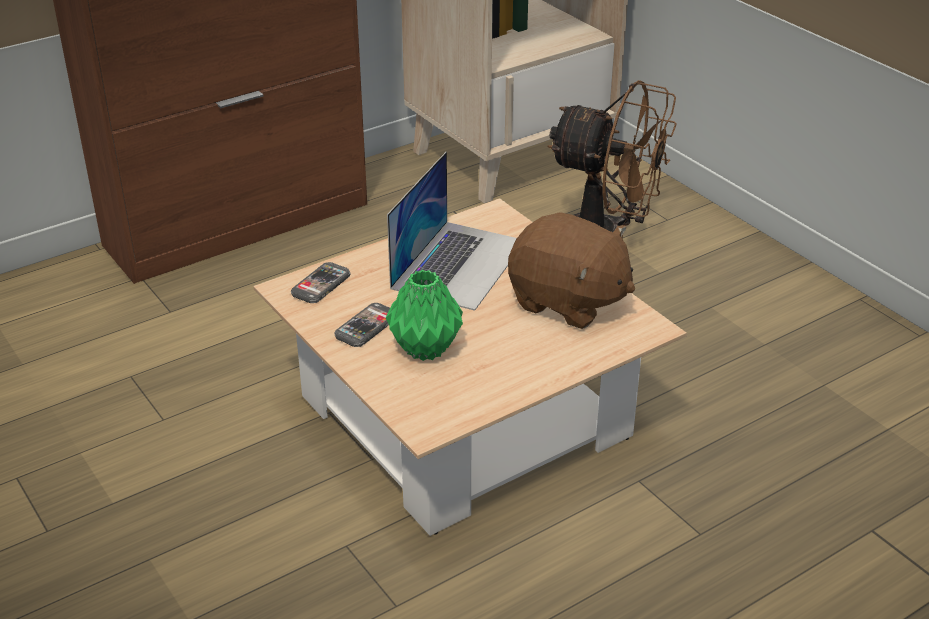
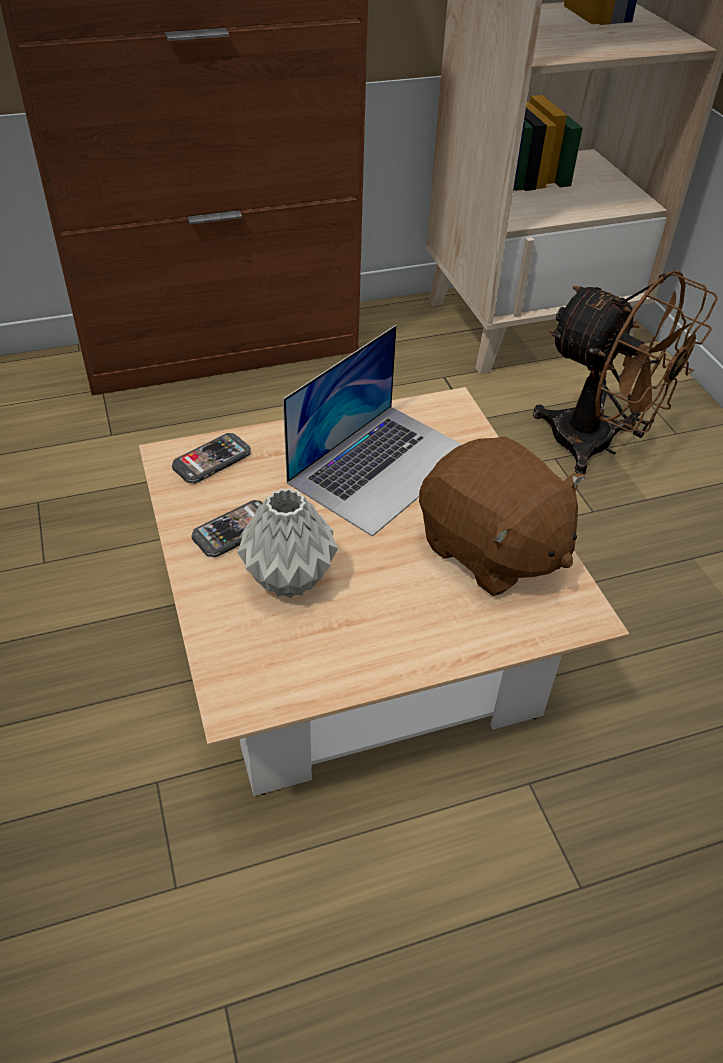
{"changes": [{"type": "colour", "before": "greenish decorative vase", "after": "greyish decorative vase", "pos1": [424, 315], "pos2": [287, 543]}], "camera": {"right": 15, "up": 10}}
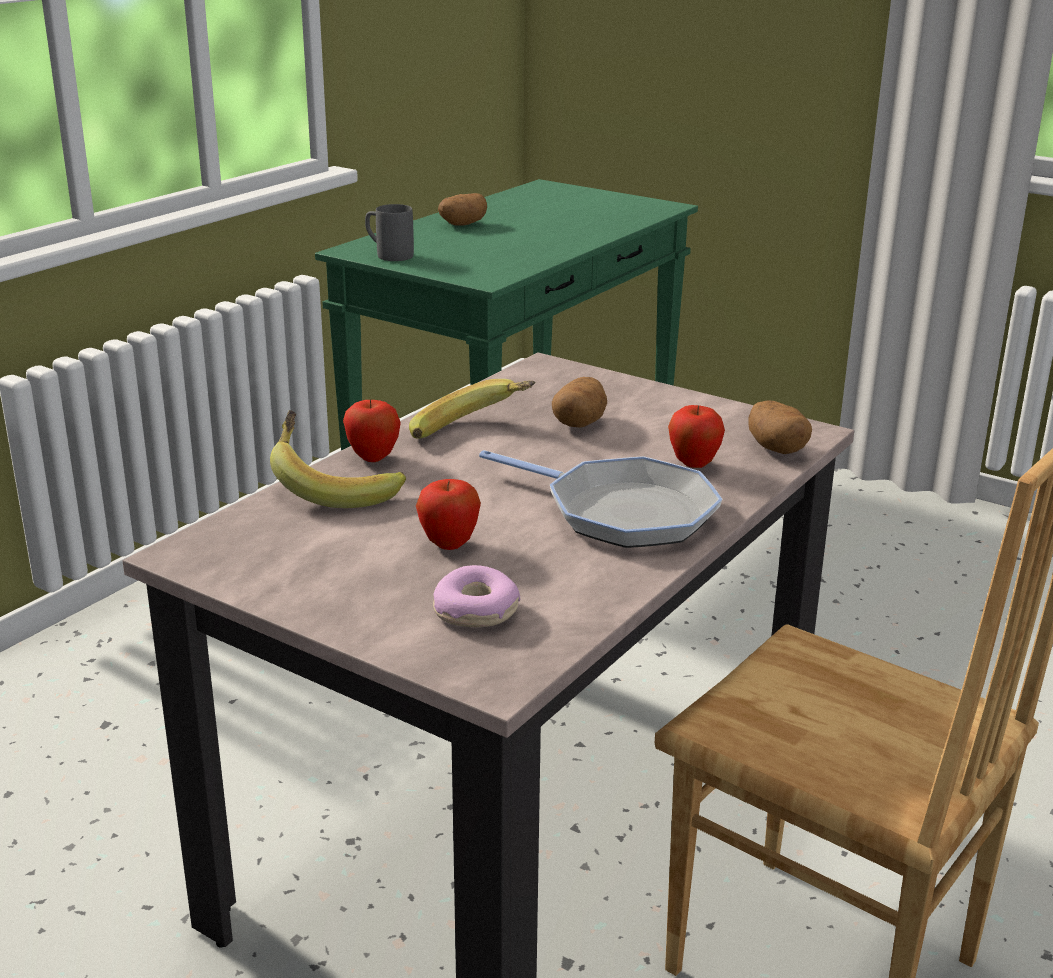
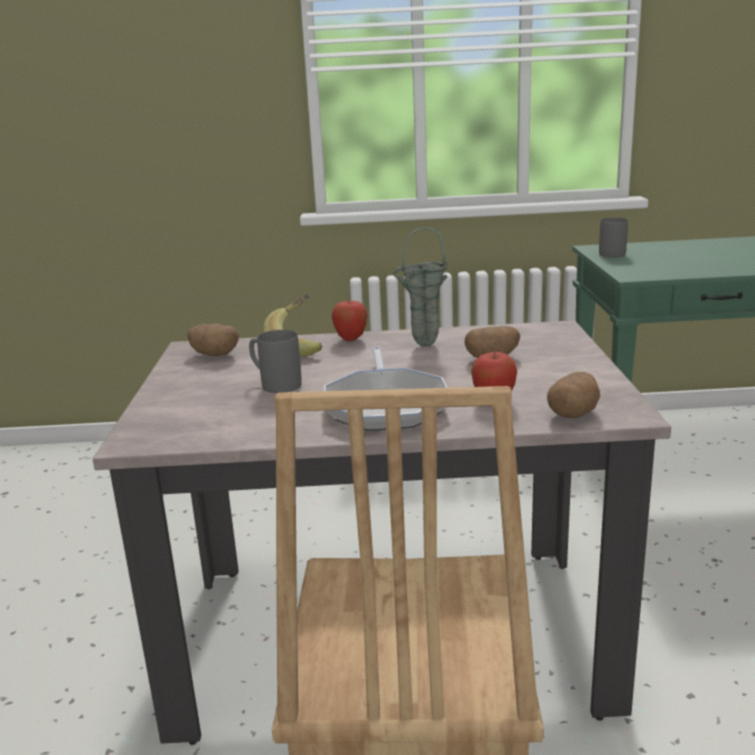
{"changes": [{"type": "relocated", "before": "potato", "pos1": [462, 209], "pos2": [213, 340]}, {"type": "exchanged", "before": "banana fruit", "after": "greenish decorative vase", "pos1": [472, 408], "pos2": [420, 286]}, {"type": "exchanged", "before": "whole apple", "after": "greyish tea mug", "pos1": [448, 514], "pos2": [275, 361]}, {"type": "missing", "before": "ring doughnut", "pos1": [476, 596]}], "camera": {"right": 55, "up": -5}}
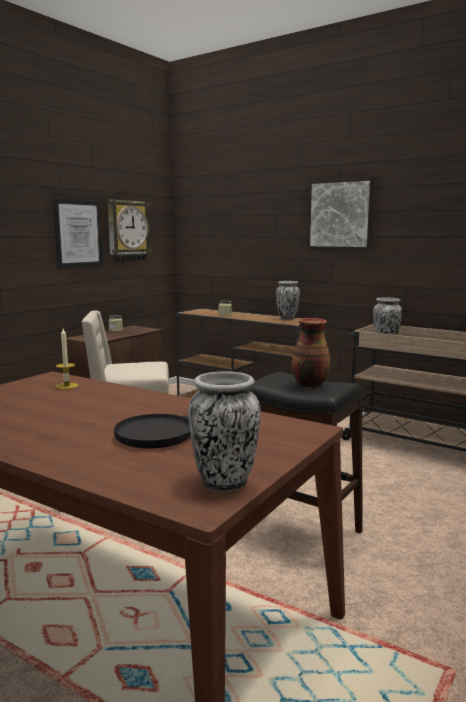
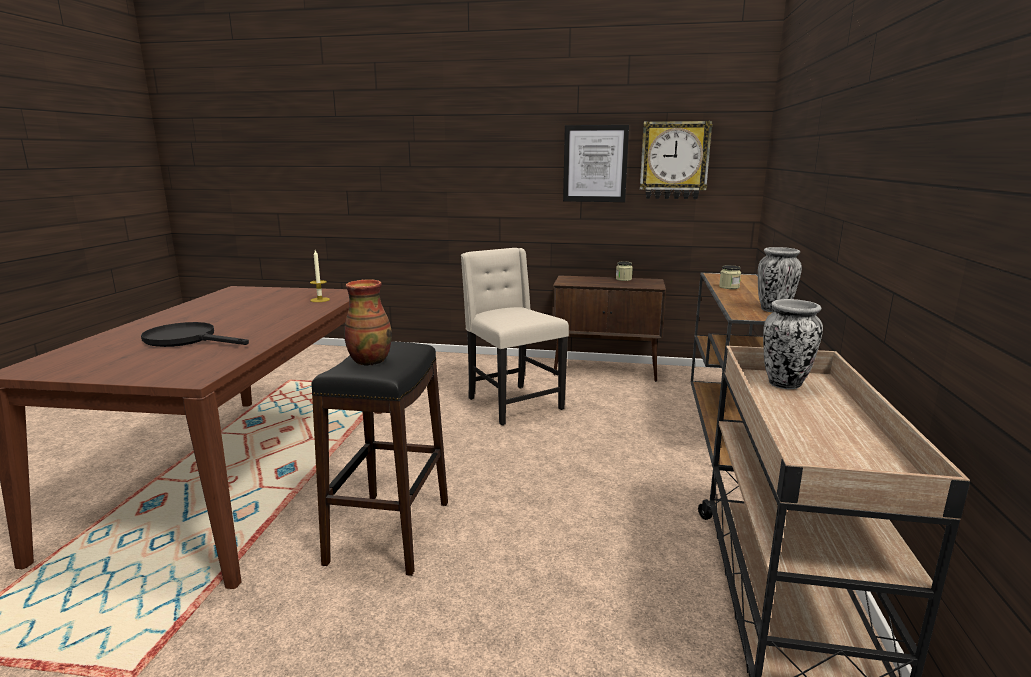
{"changes": [{"type": "missing", "before": "picture", "pos1": [341, 213]}, {"type": "missing", "before": "decorative vase", "pos1": [224, 431]}], "camera": {"right": 65, "up": 5}}
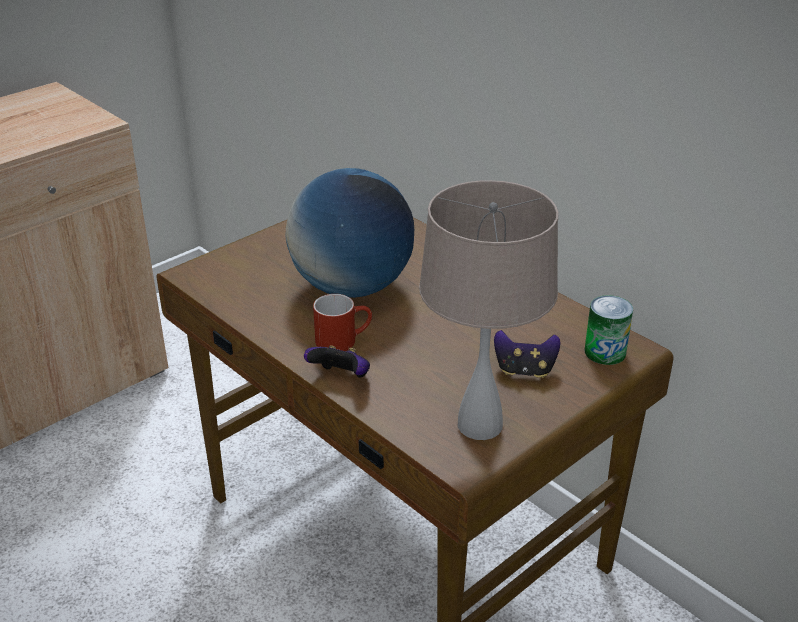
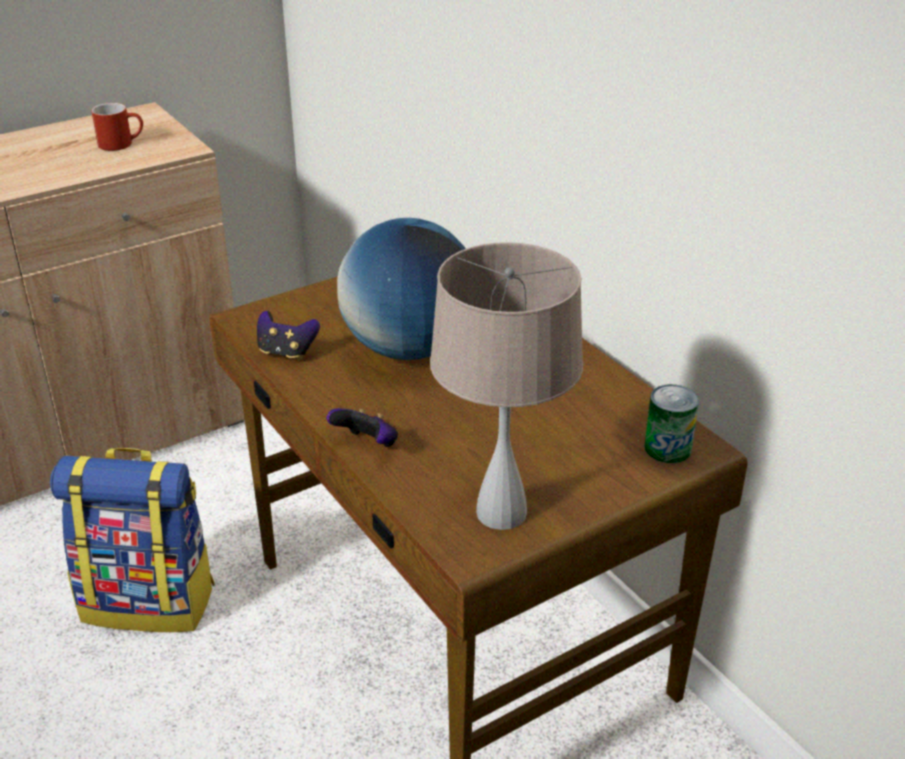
{"changes": [{"type": "relocated", "before": "reddish tea mug", "pos1": [342, 322], "pos2": [117, 127]}, {"type": "relocated", "before": "gamepad", "pos1": [527, 354], "pos2": [288, 335]}, {"type": "appeared", "after": "backpack", "pos2": [132, 540]}], "camera": {"right": 10, "up": 0}}
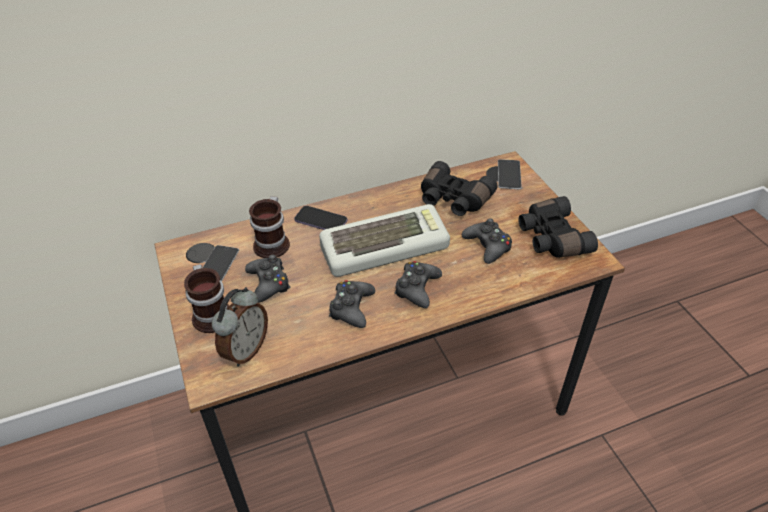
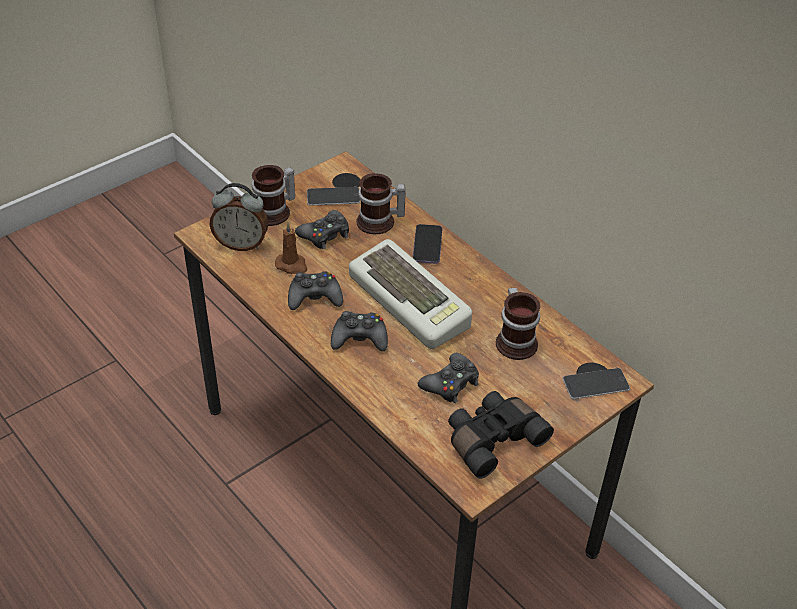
{"changes": [{"type": "exchanged", "before": "black-coloured pair of binoculars", "after": "tea mug", "pos1": [459, 188], "pos2": [518, 324]}, {"type": "appeared", "after": "brown wax candle", "pos2": [291, 248]}], "camera": {"right": 70, "up": 0}}
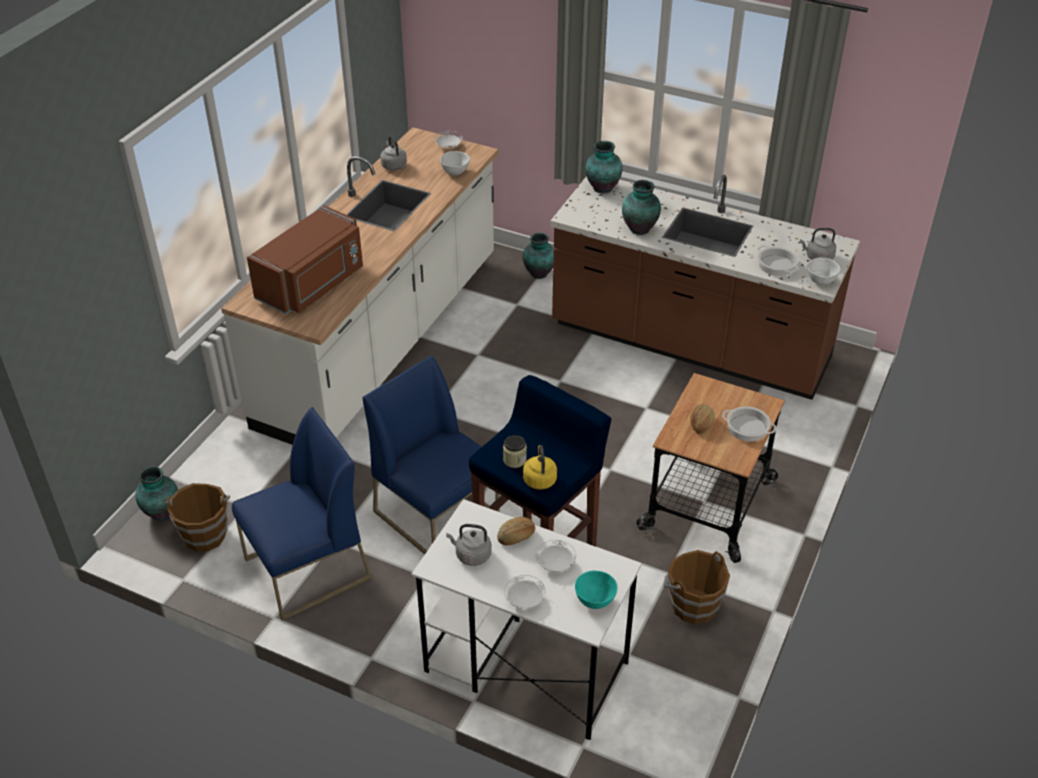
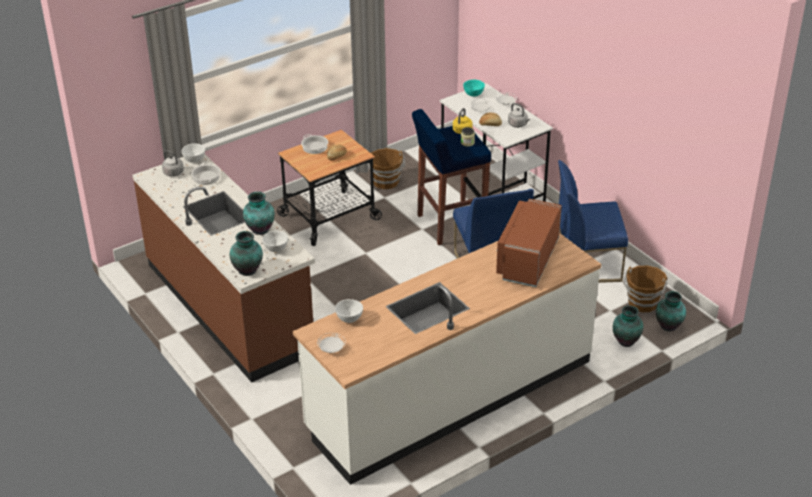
{"changes": [{"type": "missing", "before": "greyish tea kettle", "pos1": [393, 153]}, {"type": "spun", "before": "brown kitchen microwave", "pos1": [305, 259], "pos2": [529, 243], "turn": -45}, {"type": "relocated", "before": "decorative vase", "pos1": [538, 256], "pos2": [628, 326]}, {"type": "appeared", "after": "whitish bowl", "pos2": [275, 241]}], "camera": {"right": -150, "up": -5}}
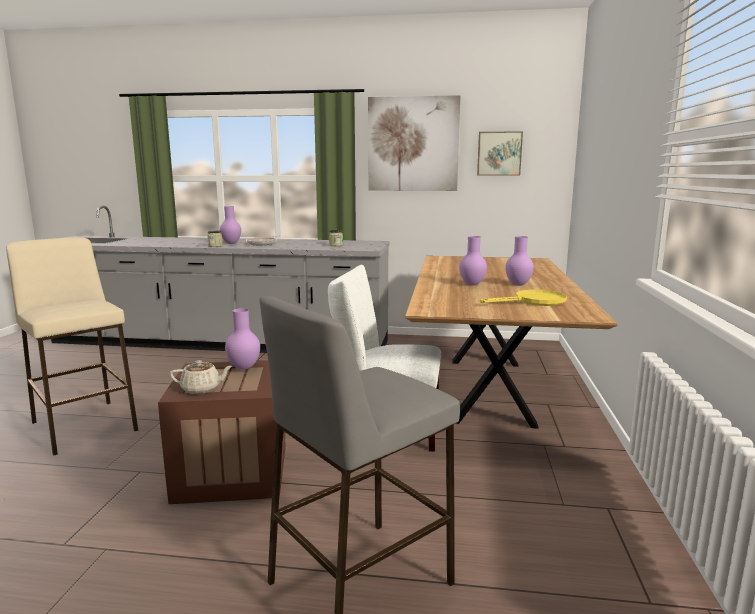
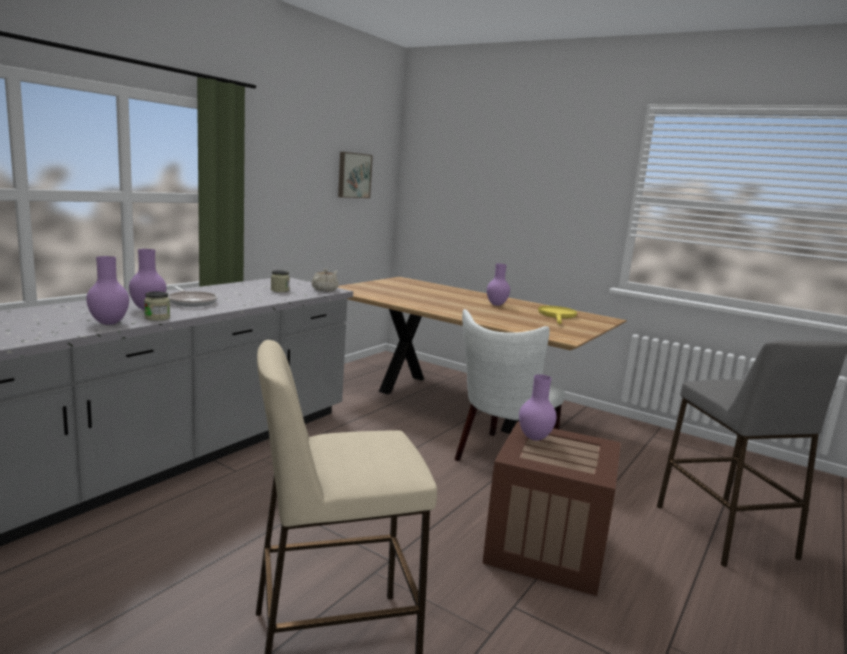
{"changes": [{"type": "missing", "before": "picture", "pos1": [414, 143]}, {"type": "relocated", "before": "purplish decorative vase", "pos1": [473, 260], "pos2": [107, 290]}, {"type": "relocated", "before": "beige-coloured teapot", "pos1": [201, 377], "pos2": [325, 280]}], "camera": {"right": -65, "up": 0}}
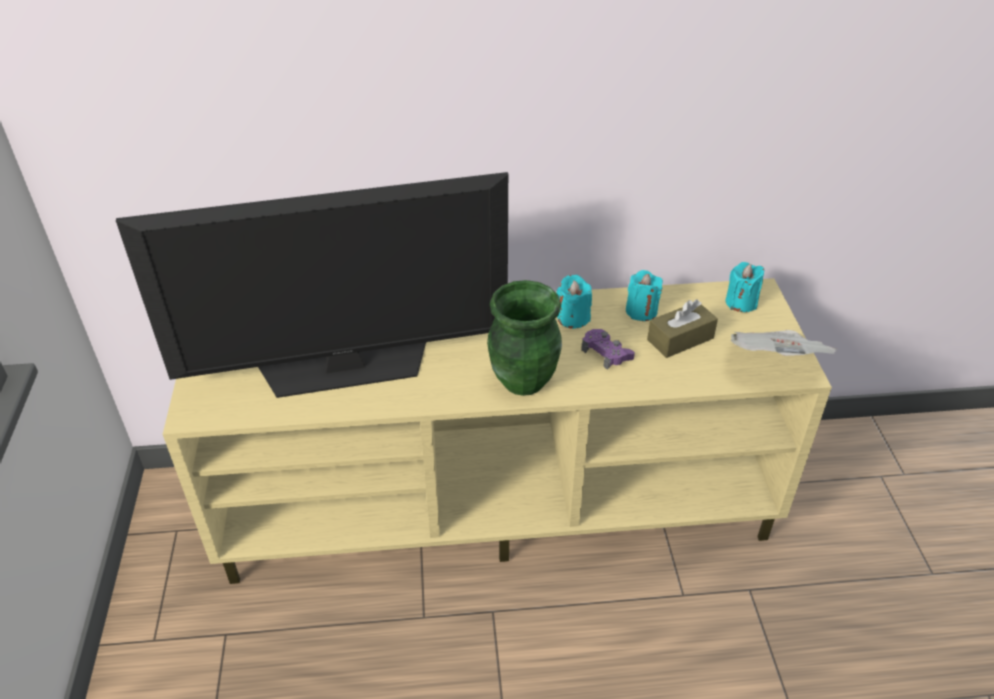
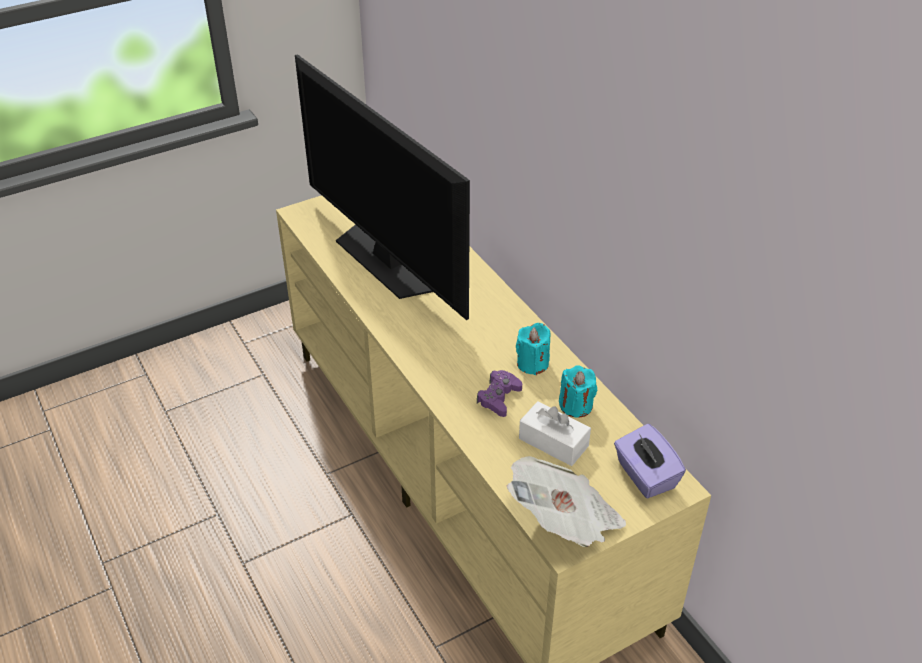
{"changes": [{"type": "exchanged", "before": "blue-green wax candle", "after": "purplish tissue holder", "pos1": [744, 287], "pos2": [650, 461]}, {"type": "missing", "before": "greenish decorative vase", "pos1": [524, 338]}, {"type": "colour", "before": "brown tissue holder", "after": "whitish tissue holder", "pos1": [682, 328], "pos2": [555, 433]}], "camera": {"right": 65, "up": 0}}
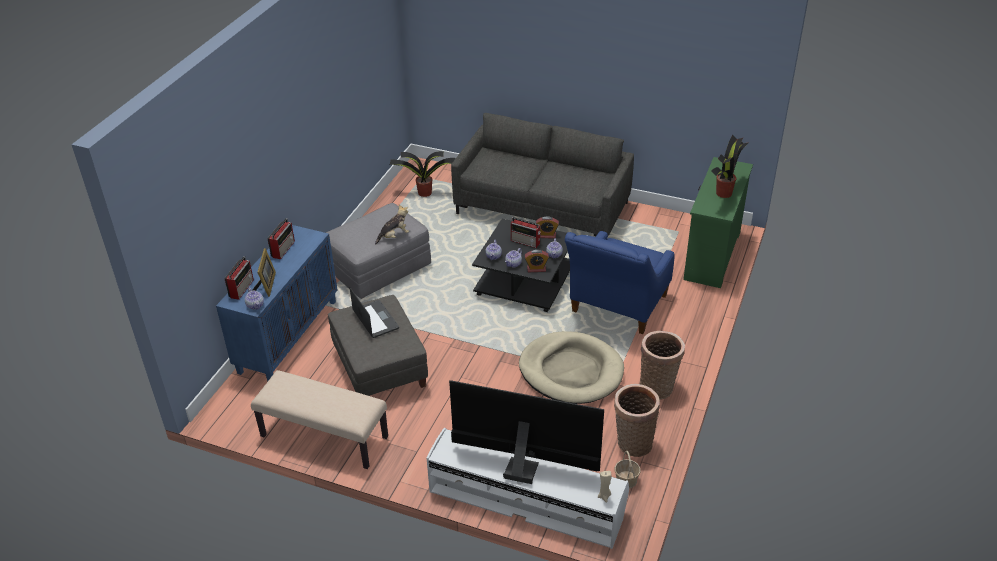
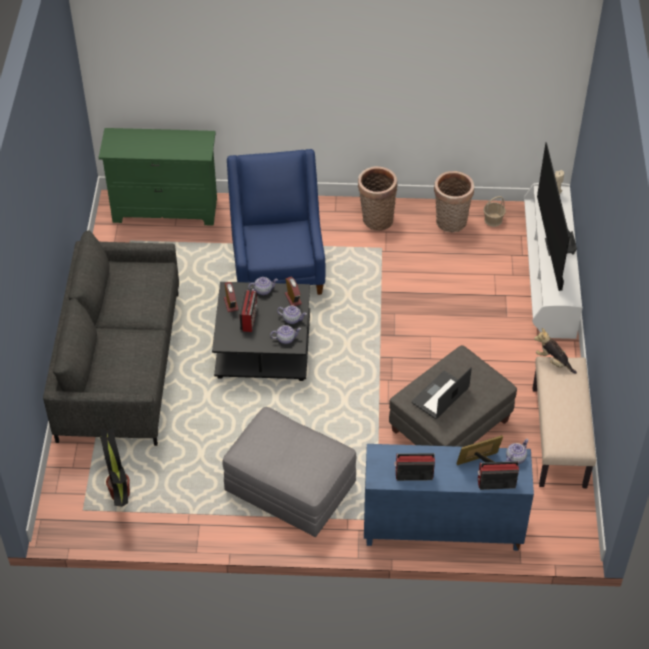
{"changes": [{"type": "missing", "before": "potted plant", "pos1": [729, 166]}, {"type": "relocated", "before": "cuddly toy", "pos1": [392, 224], "pos2": [555, 351]}, {"type": "spun", "before": "blue-coloured easy chair", "pos1": [620, 282], "pos2": [276, 222], "turn": -105}, {"type": "missing", "before": "beige-coloured dog cushion", "pos1": [571, 367]}], "camera": {"right": -110, "up": 10}}
